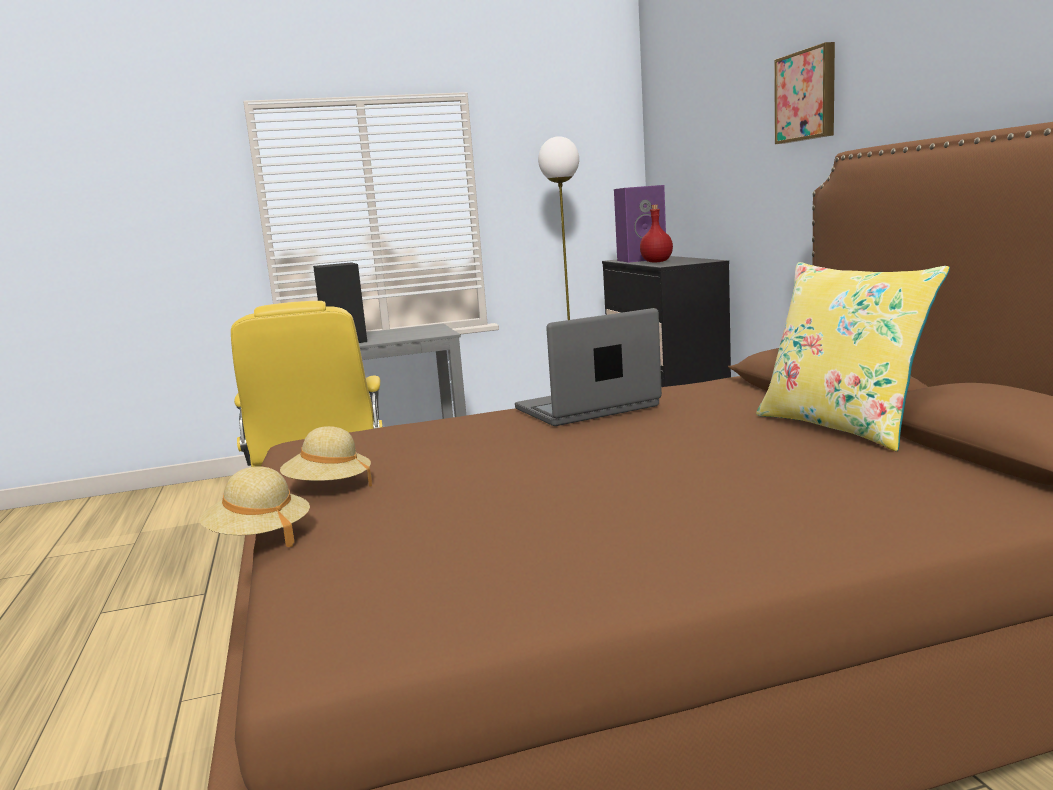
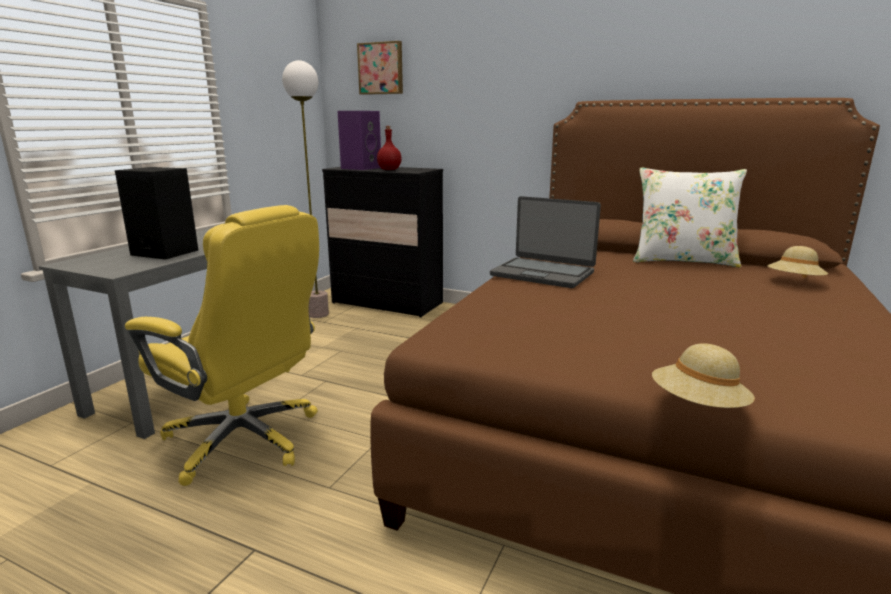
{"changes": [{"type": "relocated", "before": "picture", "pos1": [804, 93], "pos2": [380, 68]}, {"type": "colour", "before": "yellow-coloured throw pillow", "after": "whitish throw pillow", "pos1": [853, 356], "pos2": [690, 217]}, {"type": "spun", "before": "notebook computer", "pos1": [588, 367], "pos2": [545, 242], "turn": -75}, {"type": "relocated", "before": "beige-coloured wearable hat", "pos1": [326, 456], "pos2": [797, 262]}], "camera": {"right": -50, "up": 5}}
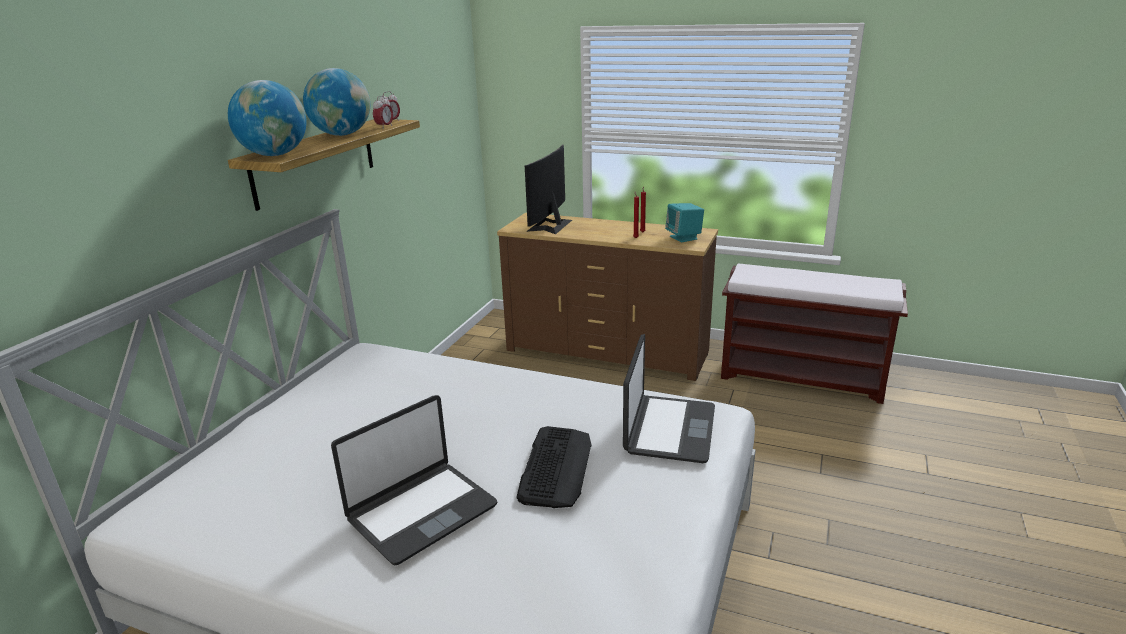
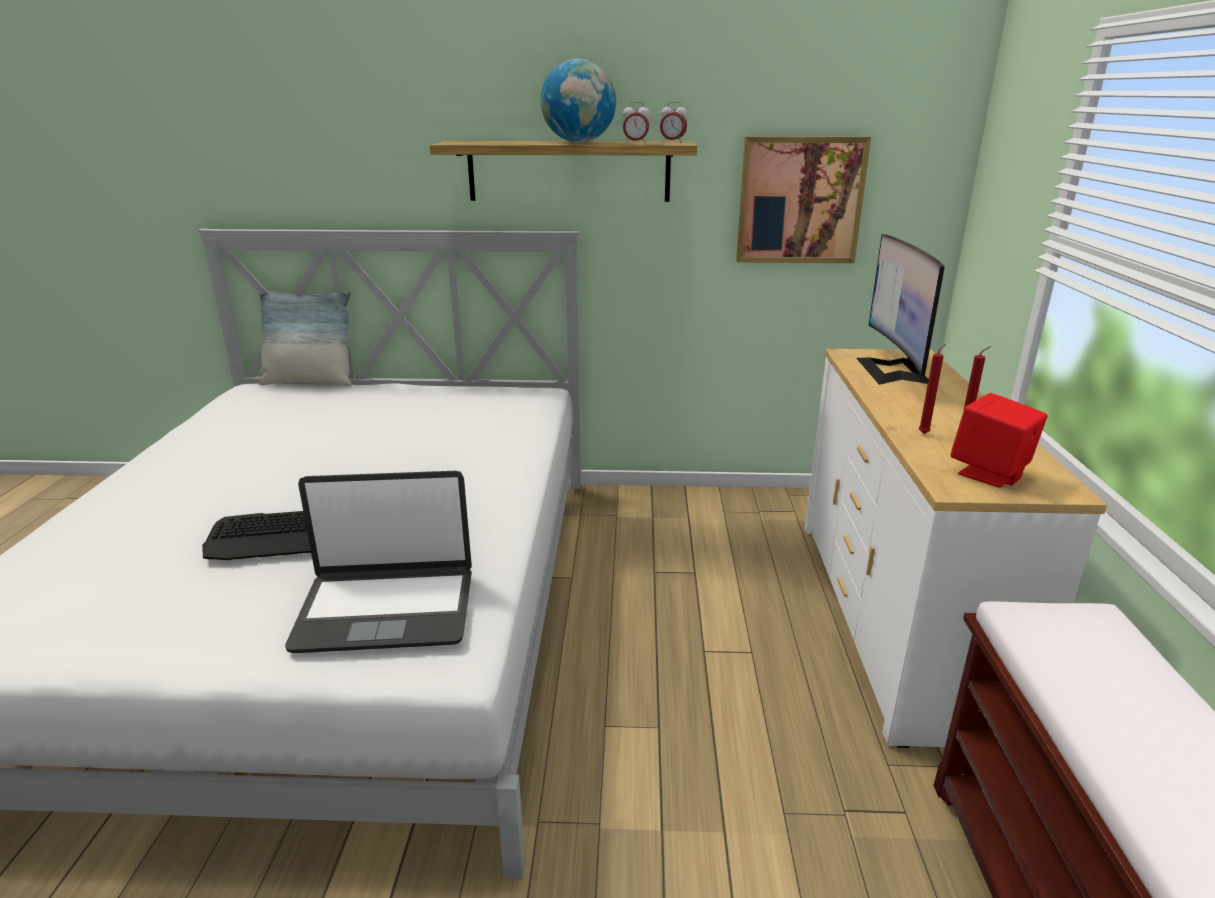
{"changes": [{"type": "missing", "before": "world globe", "pos1": [267, 118]}, {"type": "spun", "before": "computer screen", "pos1": [548, 189], "pos2": [900, 309], "turn": -90}, {"type": "colour", "before": "blue-green speaker", "after": "reddish speaker", "pos1": [684, 222], "pos2": [998, 440]}, {"type": "colour", "before": "brown chest of drawers", "after": "whitish chest of drawers", "pos1": [607, 297], "pos2": [956, 548]}, {"type": "missing", "before": "notebook computer", "pos1": [414, 480]}, {"type": "appeared", "after": "picture", "pos2": [803, 200]}, {"type": "appeared", "after": "throw pillow", "pos2": [305, 338]}], "camera": {"right": 70, "up": 0}}
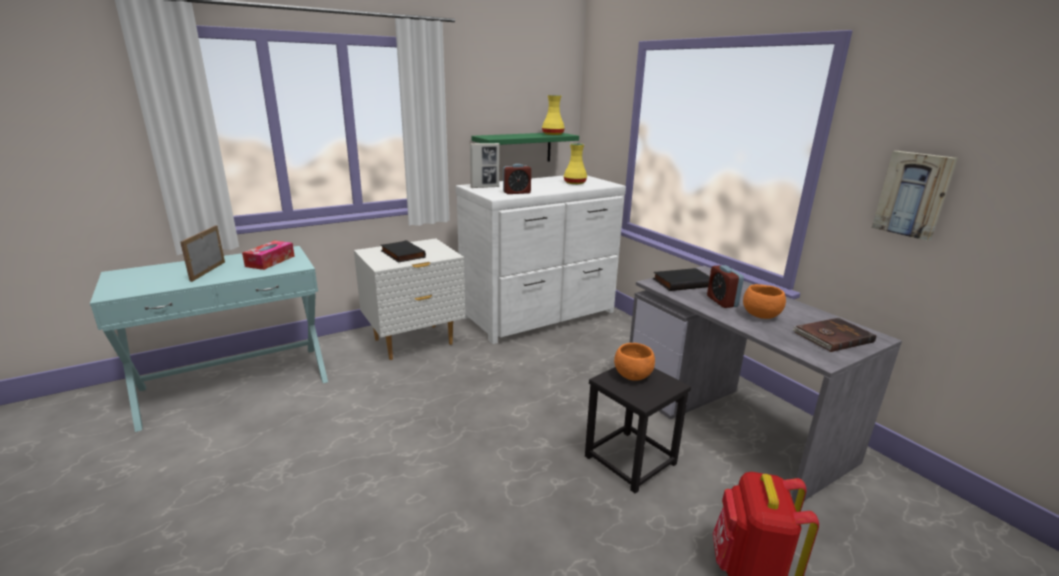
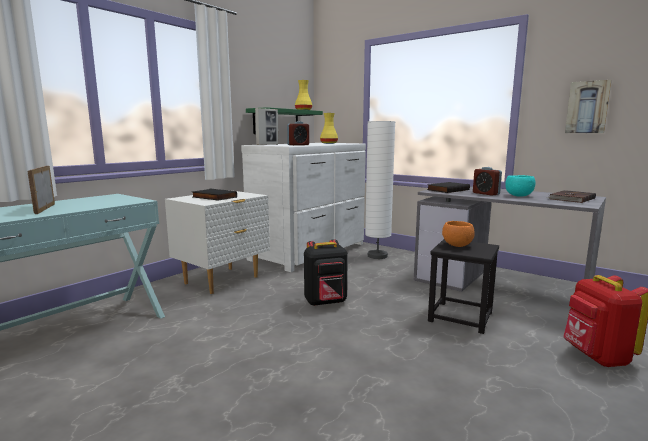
{"changes": [{"type": "missing", "before": "tissue holder", "pos1": [268, 255]}, {"type": "colour", "before": "orangey bowl", "after": "blue-green bowl", "pos1": [764, 301], "pos2": [520, 186]}, {"type": "appeared", "after": "whitish standing lamp", "pos2": [380, 190]}, {"type": "appeared", "after": "black-coloured backpack", "pos2": [326, 272]}], "camera": {"right": -20, "up": -10}}
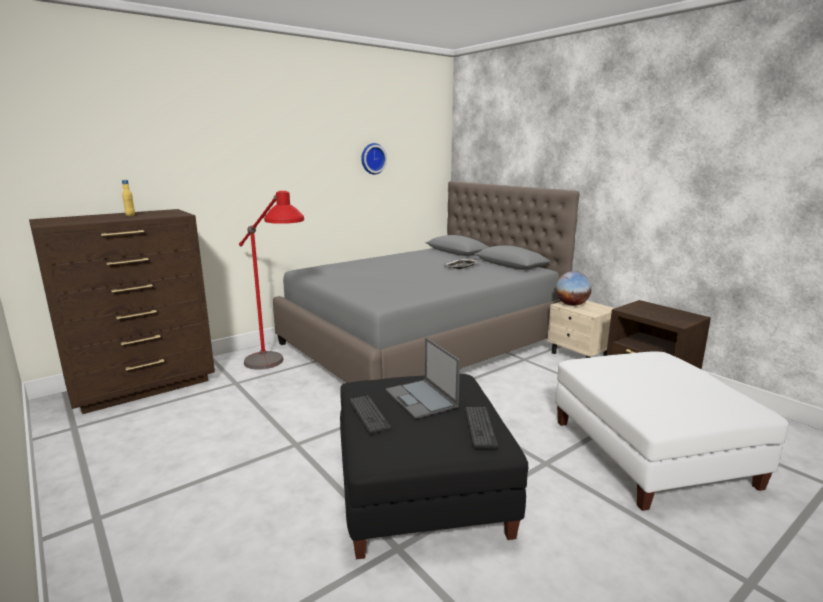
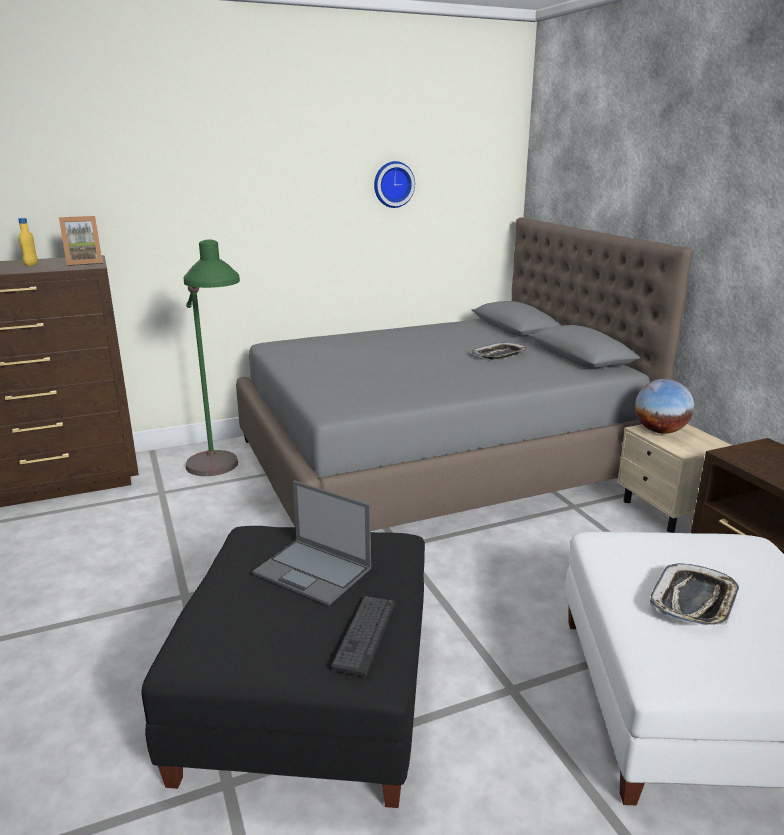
{"changes": [{"type": "colour", "before": "reddish standing lamp", "after": "greenish standing lamp", "pos1": [271, 280], "pos2": [212, 358]}, {"type": "spun", "before": "notebook computer", "pos1": [423, 378], "pos2": [311, 543], "turn": -45}, {"type": "missing", "before": "computer keyboard", "pos1": [370, 415]}, {"type": "appeared", "after": "picture frame", "pos2": [81, 241]}, {"type": "appeared", "after": "tray", "pos2": [694, 594]}], "camera": {"right": 15, "up": 5}}
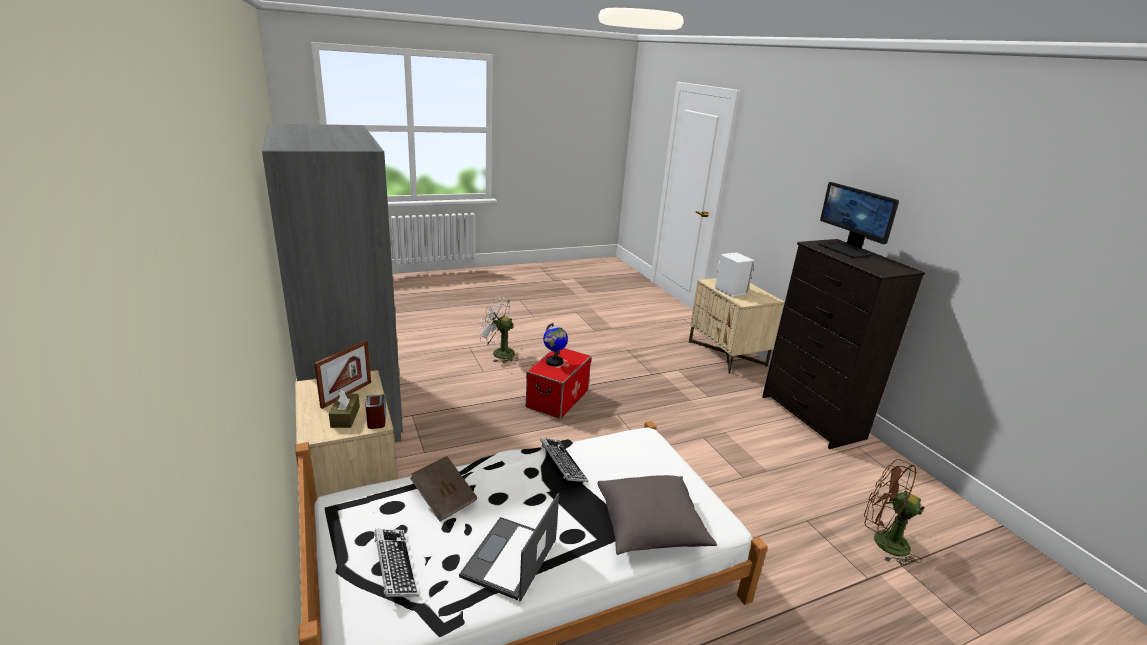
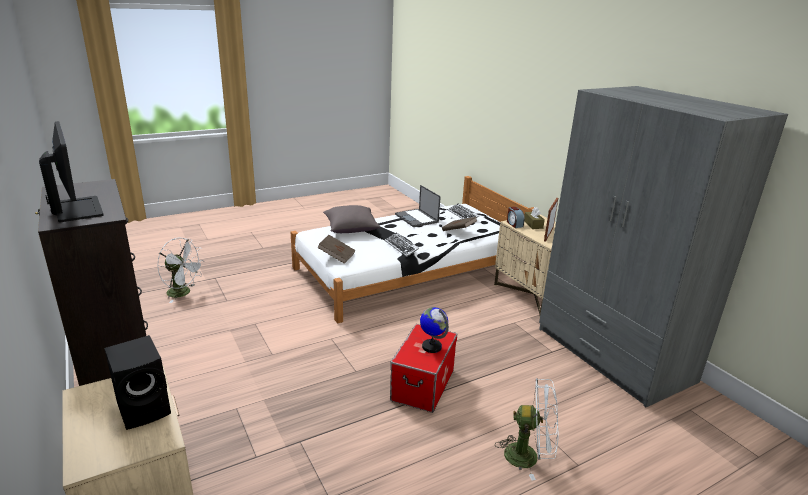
{"changes": [{"type": "colour", "before": "whitish speaker", "after": "black-coloured speaker", "pos1": [735, 275], "pos2": [137, 382]}, {"type": "colour", "before": "brown cooling fan", "after": "whitish cooling fan", "pos1": [894, 512], "pos2": [181, 270]}, {"type": "spun", "before": "notebook computer", "pos1": [509, 547], "pos2": [418, 206], "turn": 135}, {"type": "appeared", "after": "brown book", "pos2": [336, 249]}], "camera": {"right": 175, "up": 0}}
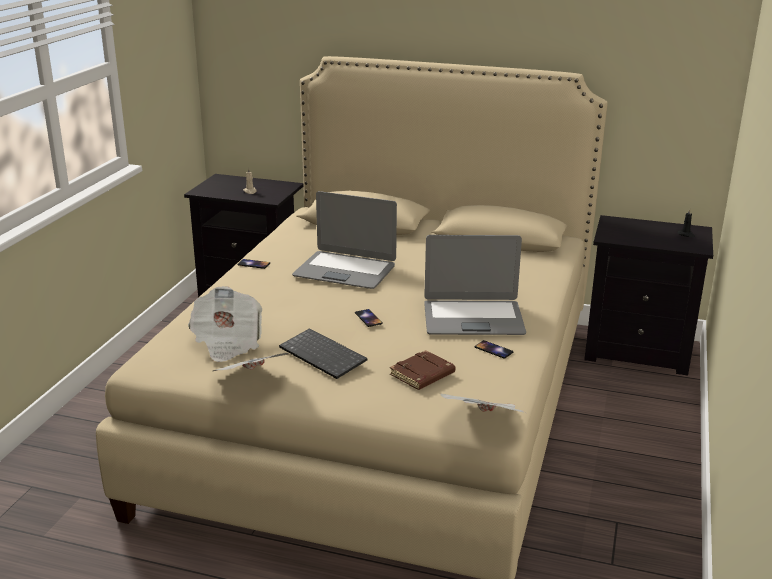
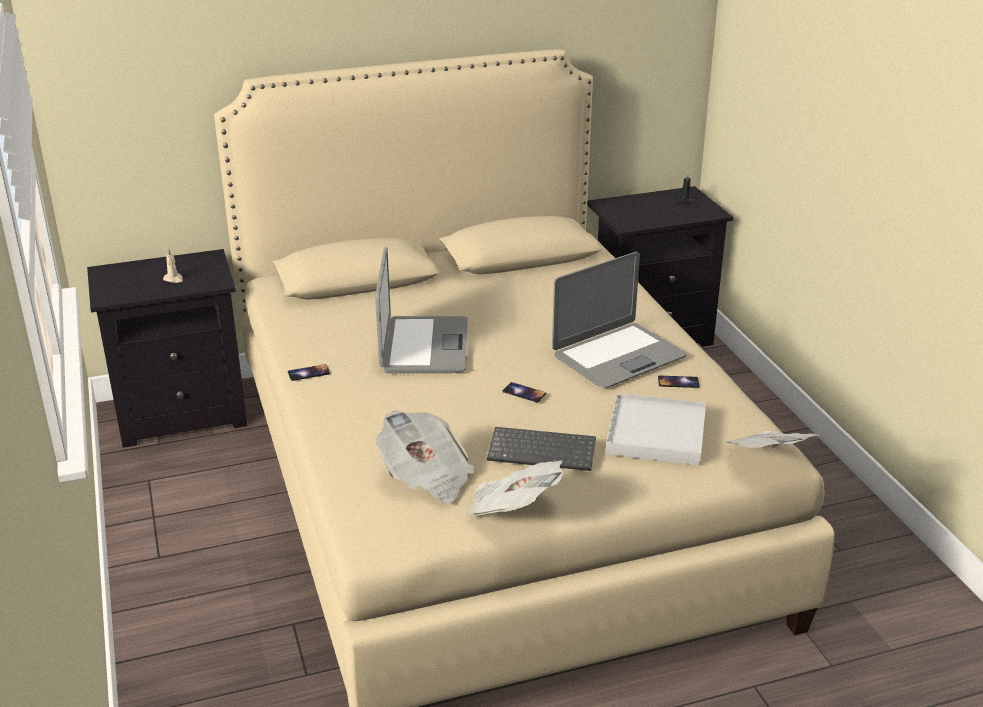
{"changes": [{"type": "spun", "before": "notebook computer", "pos1": [344, 240], "pos2": [421, 310], "turn": -75}, {"type": "exchanged", "before": "brown book", "after": "whitish tray", "pos1": [422, 370], "pos2": [655, 429]}], "camera": {"right": -35, "up": 5}}
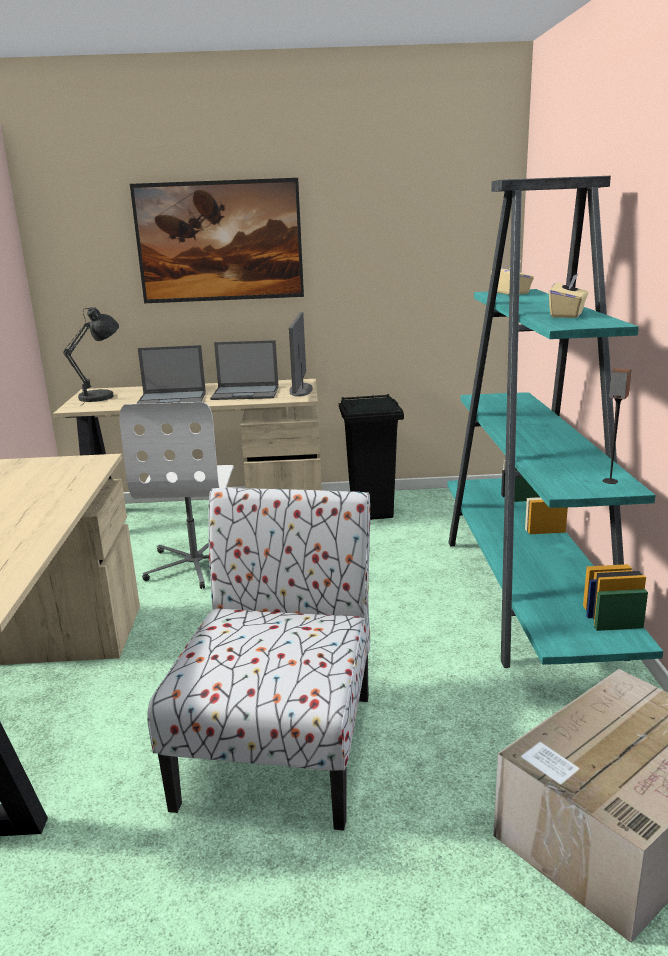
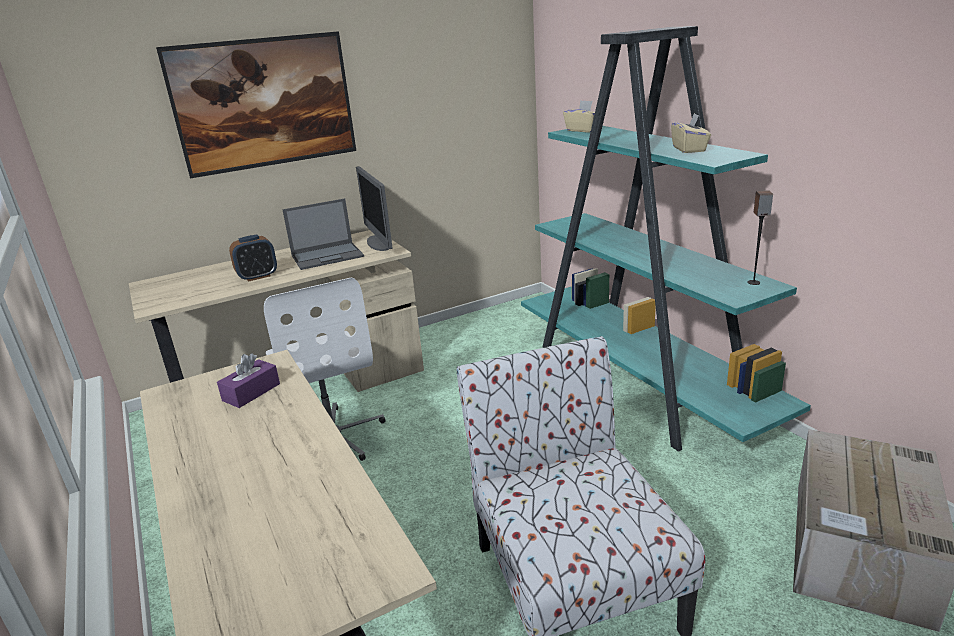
{"changes": [{"type": "missing", "before": "greyish lamp for a table", "pos1": [91, 356]}, {"type": "exchanged", "before": "notebook computer", "after": "table clock", "pos1": [171, 374], "pos2": [253, 258]}, {"type": "missing", "before": "black-coloured rubbish bin", "pos1": [371, 457]}, {"type": "appeared", "after": "purplish tissue holder", "pos2": [248, 380]}], "camera": {"right": -25, "up": 5}}
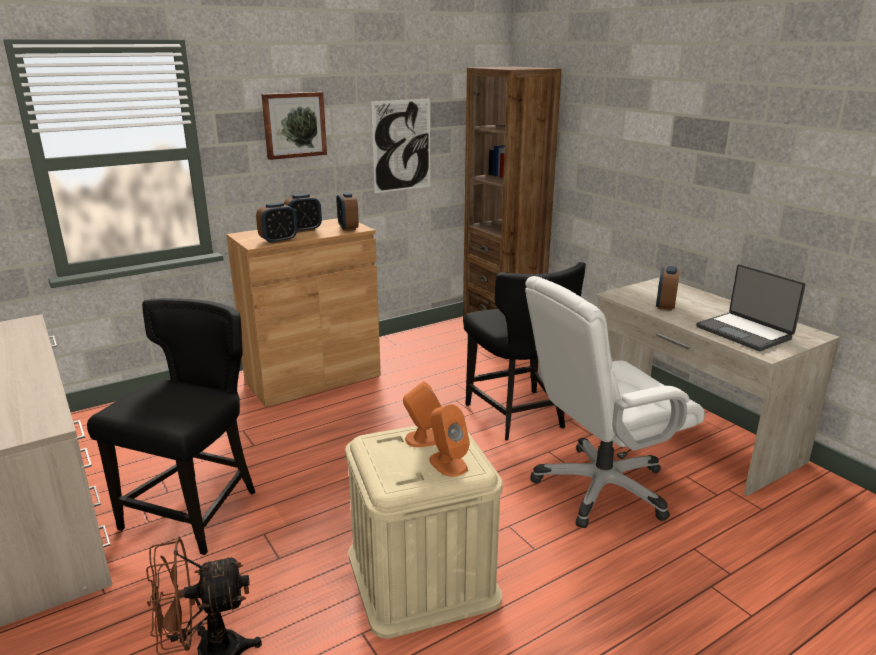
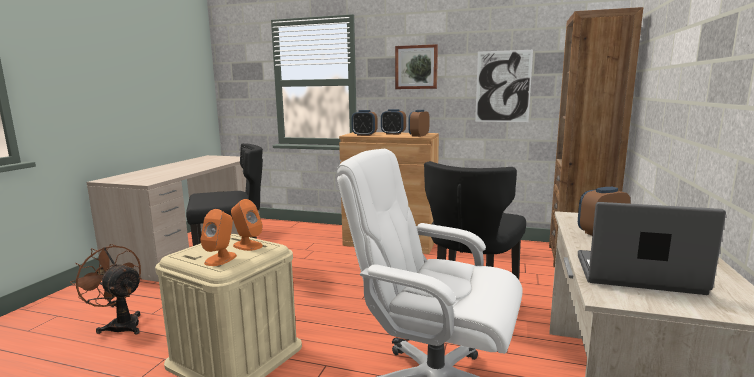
{"changes": [{"type": "spun", "before": "notebook computer", "pos1": [751, 307], "pos2": [652, 248], "turn": 90}], "camera": {"right": 50, "up": -10}}
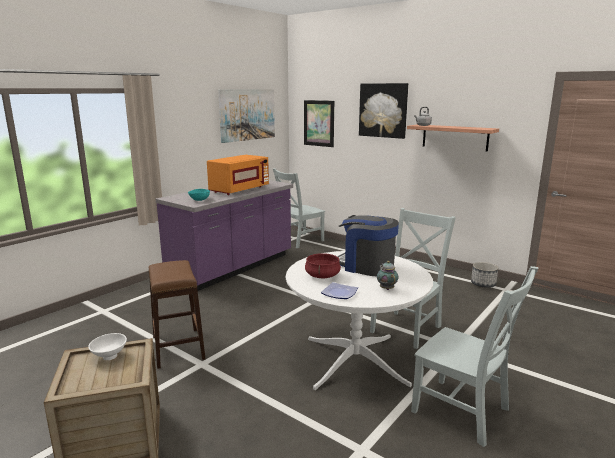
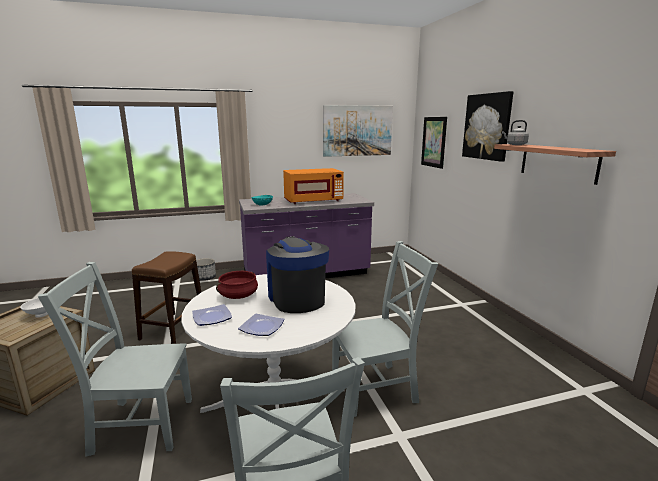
{"changes": [{"type": "relocated", "before": "greyish plain chair", "pos1": [299, 208], "pos2": [115, 359]}, {"type": "exchanged", "before": "teapot", "after": "plate", "pos1": [387, 275], "pos2": [261, 324]}, {"type": "relocated", "before": "flower pot", "pos1": [484, 275], "pos2": [206, 269]}], "camera": {"right": 35, "up": 0}}
